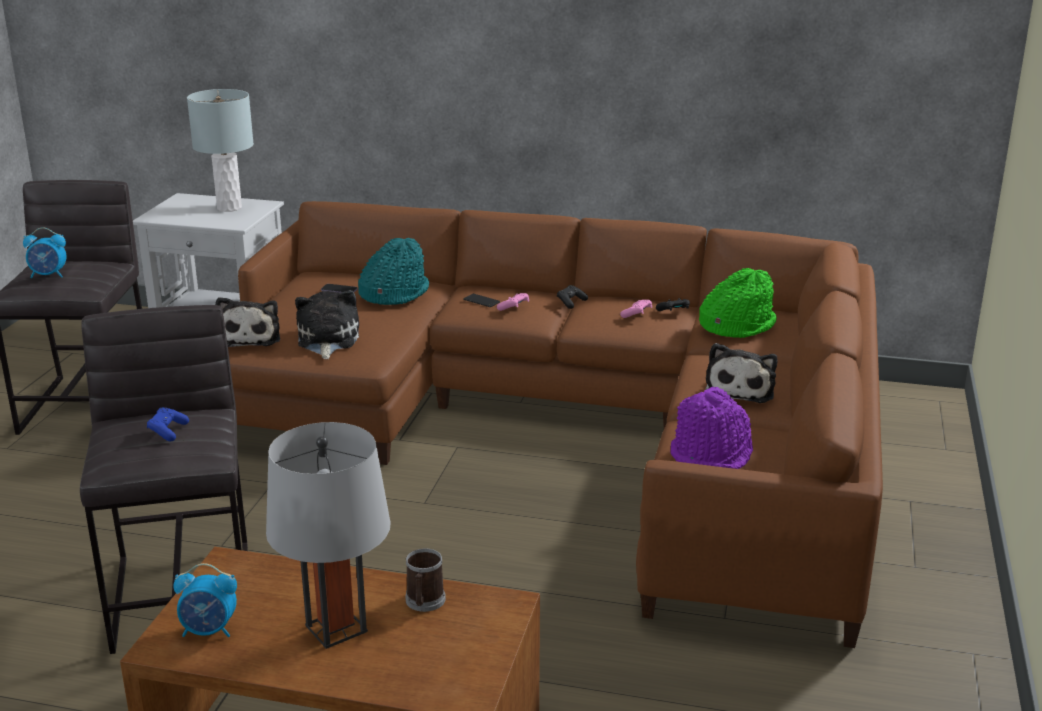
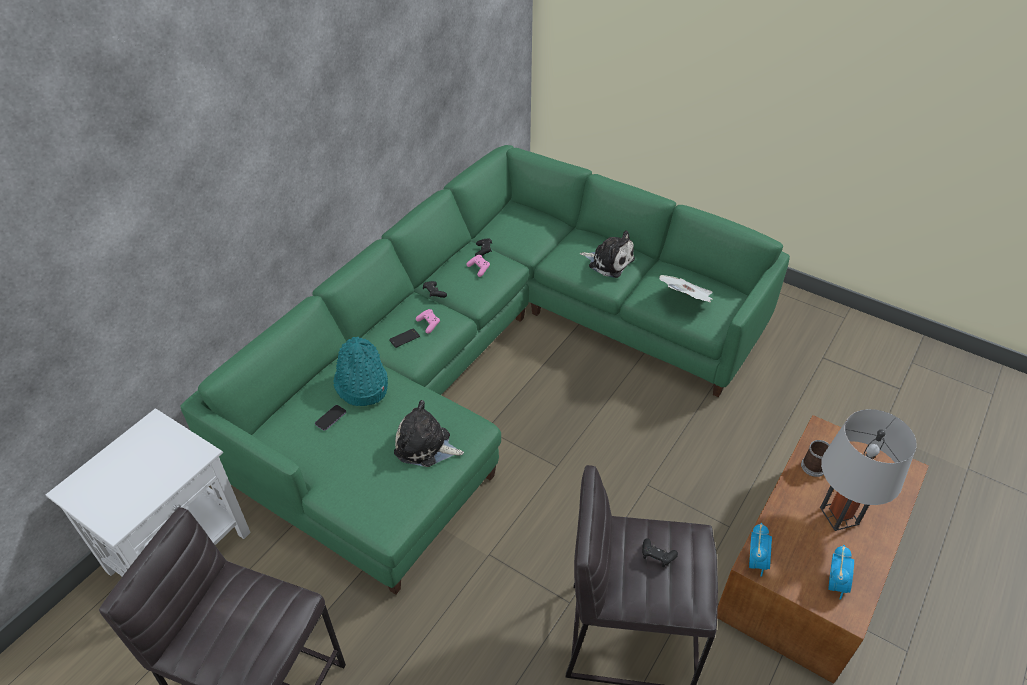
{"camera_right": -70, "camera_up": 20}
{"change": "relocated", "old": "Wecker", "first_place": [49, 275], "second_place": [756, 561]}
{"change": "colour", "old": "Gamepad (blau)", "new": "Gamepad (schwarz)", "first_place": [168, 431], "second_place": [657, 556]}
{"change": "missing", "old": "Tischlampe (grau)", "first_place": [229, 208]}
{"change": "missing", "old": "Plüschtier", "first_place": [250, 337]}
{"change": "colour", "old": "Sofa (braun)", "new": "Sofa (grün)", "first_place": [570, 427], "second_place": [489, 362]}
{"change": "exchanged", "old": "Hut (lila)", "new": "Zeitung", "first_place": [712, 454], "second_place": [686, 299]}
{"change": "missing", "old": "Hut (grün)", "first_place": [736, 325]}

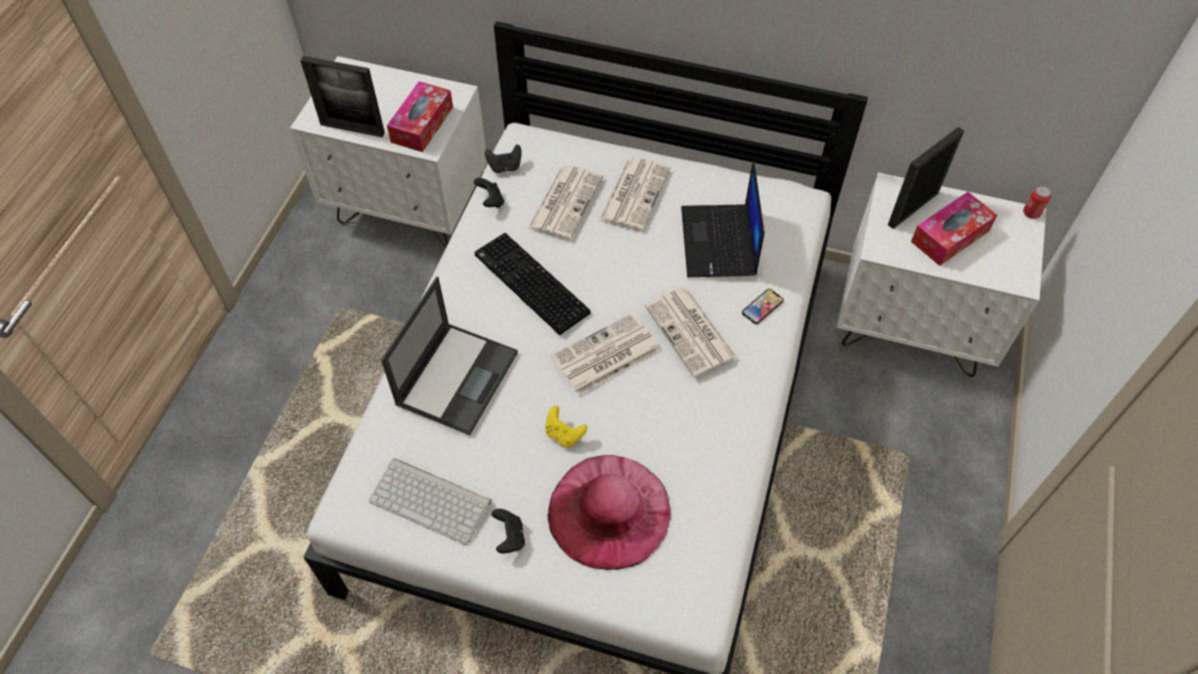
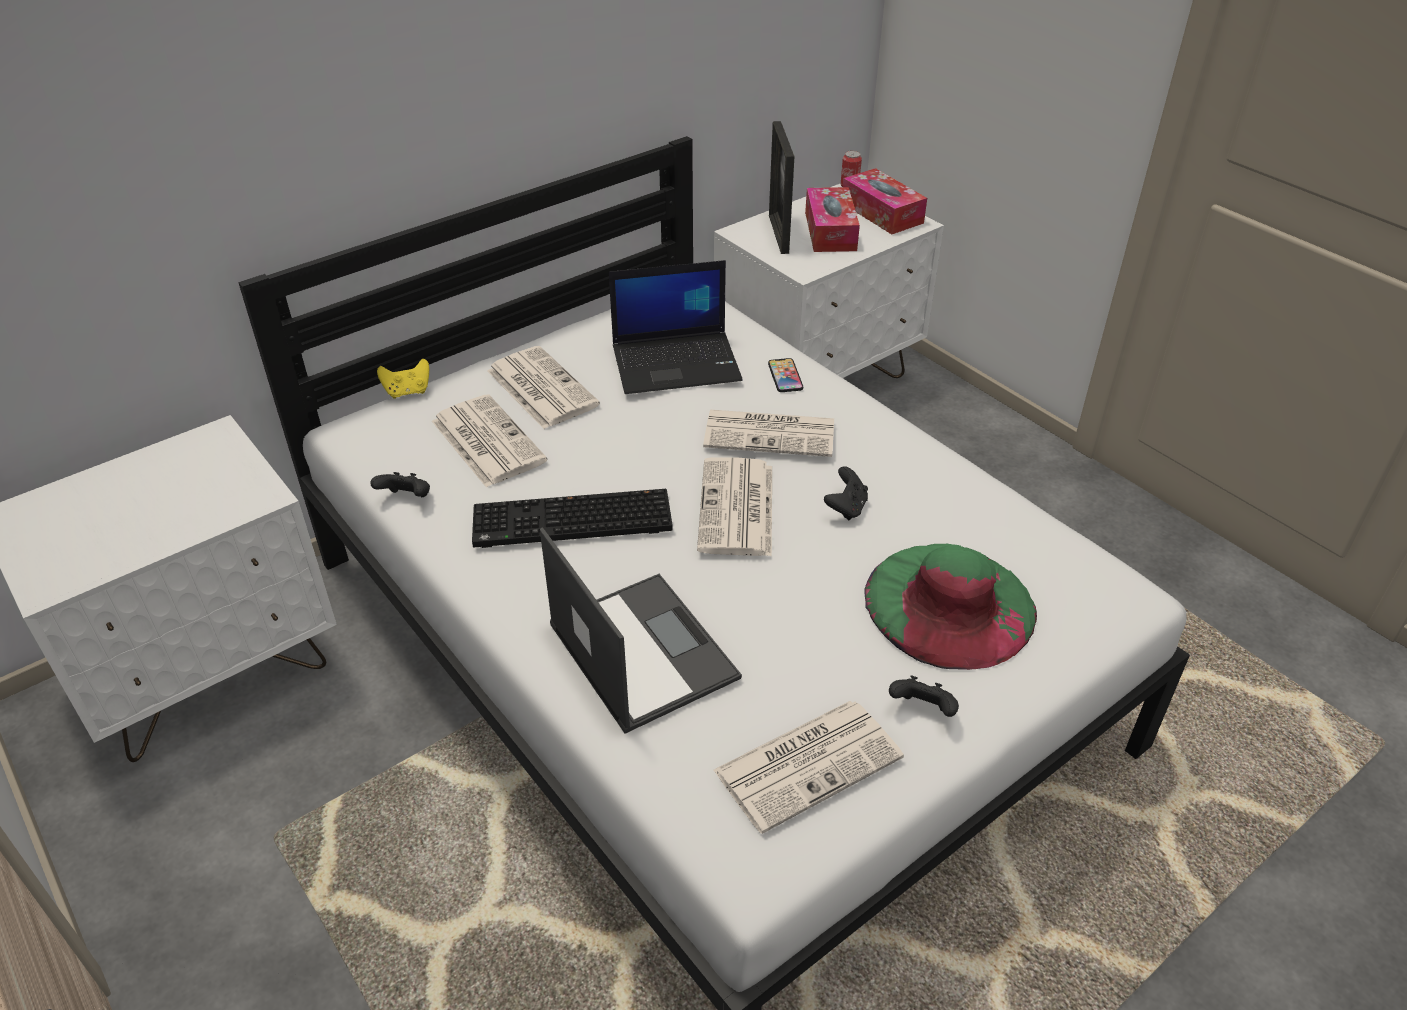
{"camera_right": -55, "camera_up": -15}
{"change": "missing", "old": "Bilderrahmen", "first_place": [352, 128]}
{"change": "exchanged", "old": "Tastatur", "new": "Zeitung", "first_place": [432, 500], "second_place": [809, 763]}
{"change": "relocated", "old": "Taschentuchbox", "first_place": [422, 124], "second_place": [882, 213]}
{"change": "relocated", "old": "Gamepad (schwarz)", "first_place": [505, 167], "second_place": [846, 508]}
{"change": "relocated", "old": "Gamepad (gelb)", "first_place": [564, 434], "second_place": [408, 392]}
{"change": "colour", "old": "Hut (rosa)", "new": "Hut (grün)", "first_place": [609, 511], "second_place": [949, 604]}
{"change": "spun", "old": "Laptop", "first_place": [719, 243], "second_place": [677, 362], "degrees": -45}

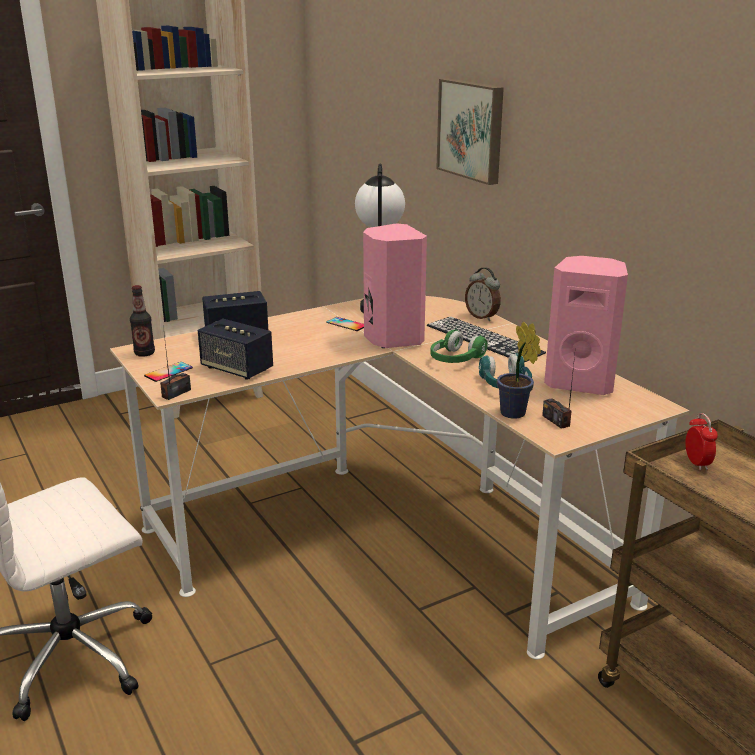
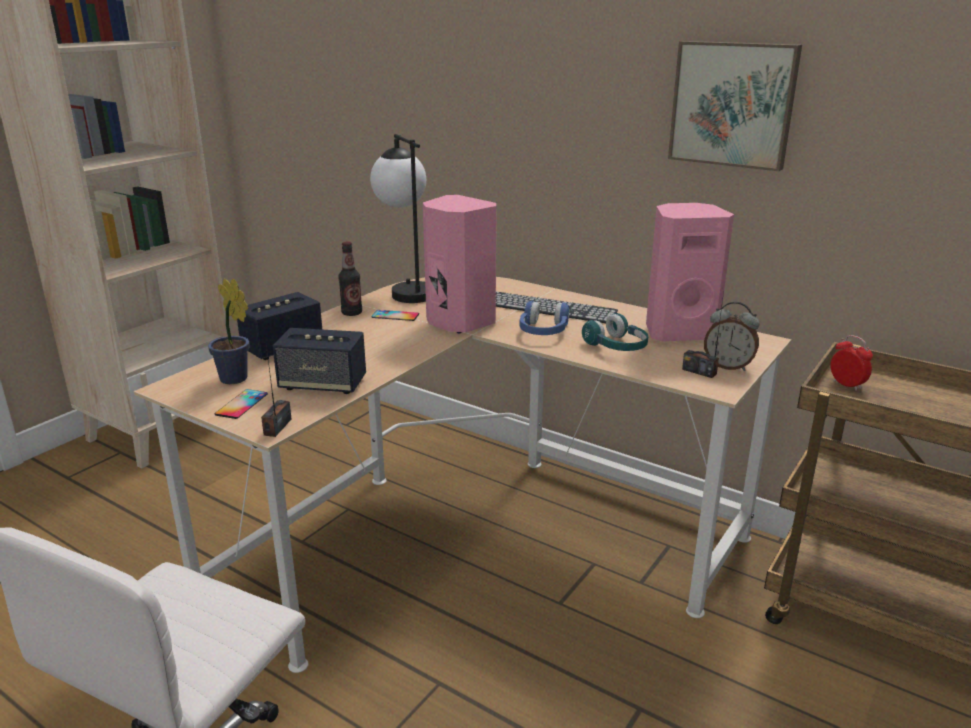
{"camera_right": -25, "camera_up": 0}
{"change": "relocated", "old": "Flasche", "first_place": [144, 353], "second_place": [352, 313]}
{"change": "colour", "old": "Kopfhörer (grün)", "new": "Kopfhörer (blau)", "first_place": [455, 359], "second_place": [543, 331]}
{"change": "relocated", "old": "Bild", "first_place": [472, 130], "second_place": [733, 104]}
{"change": "relocated", "old": "Wecker", "first_place": [482, 317], "second_place": [728, 366]}
{"change": "relocated", "old": "Topfpflanze", "first_place": [515, 414], "second_place": [236, 380]}

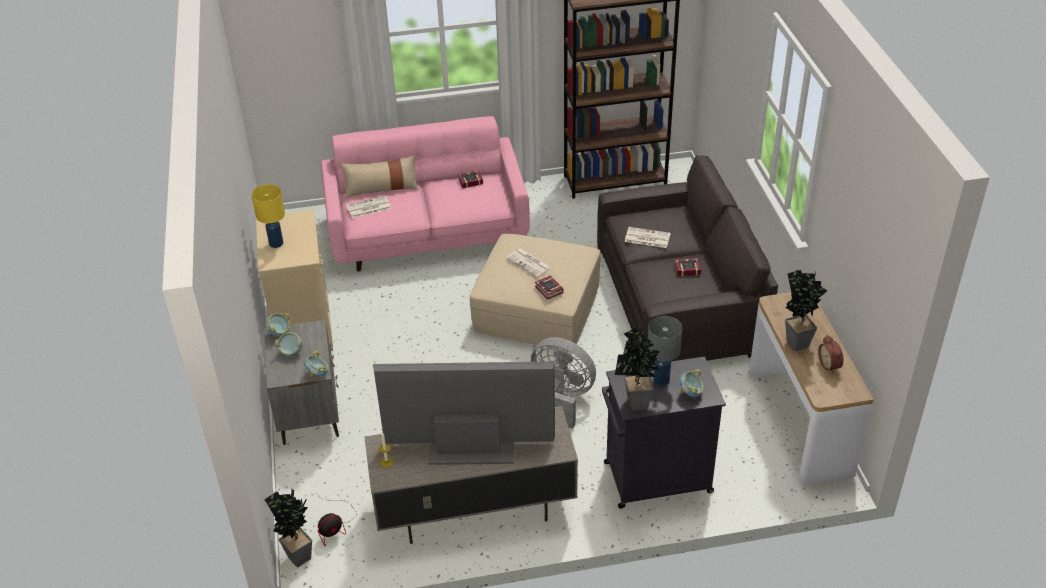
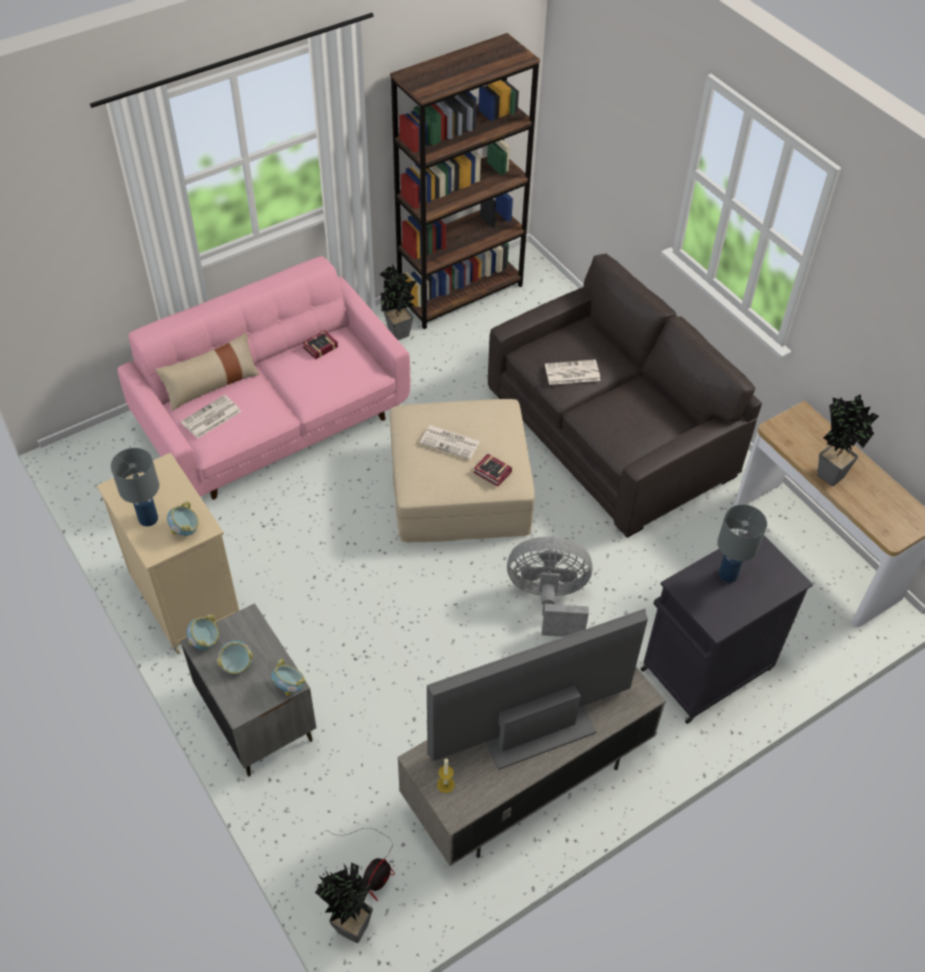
{"camera_right": -25, "camera_up": 10}
{"change": "colour", "old": "Tischlampe (gelb)", "new": "Tischlampe (grau)", "first_place": [276, 243], "second_place": [148, 518]}
{"change": "relocated", "old": "Topfpflanze", "first_place": [636, 406], "second_place": [398, 336]}
{"change": "missing", "old": "Buch", "first_place": [686, 269]}
{"change": "relocated", "old": "Schüssel", "first_place": [691, 393], "second_place": [185, 530]}
{"change": "missing", "old": "Wecker", "first_place": [830, 365]}

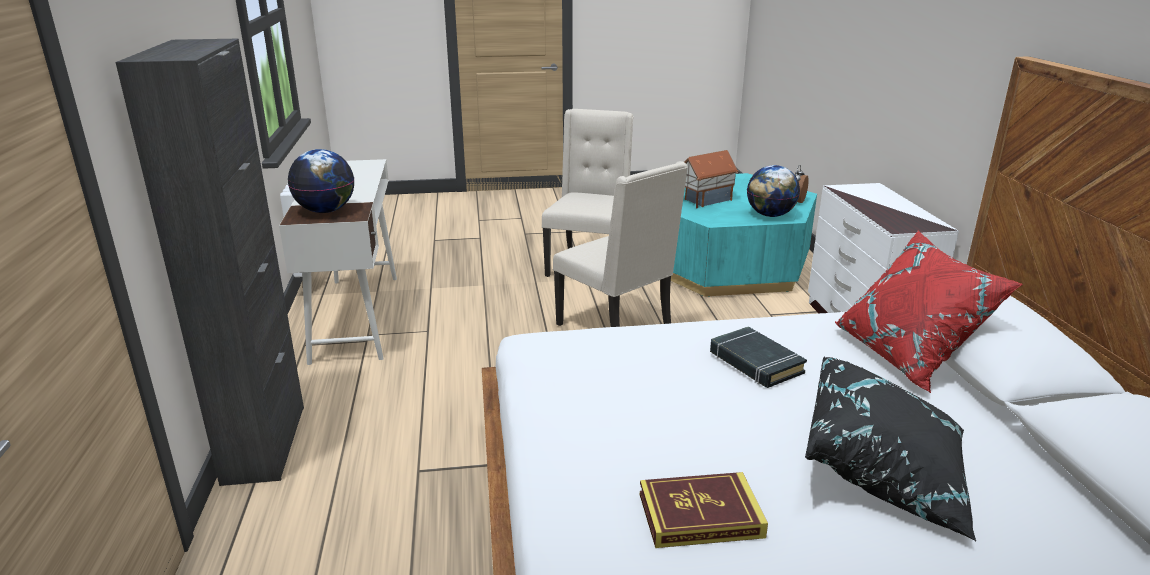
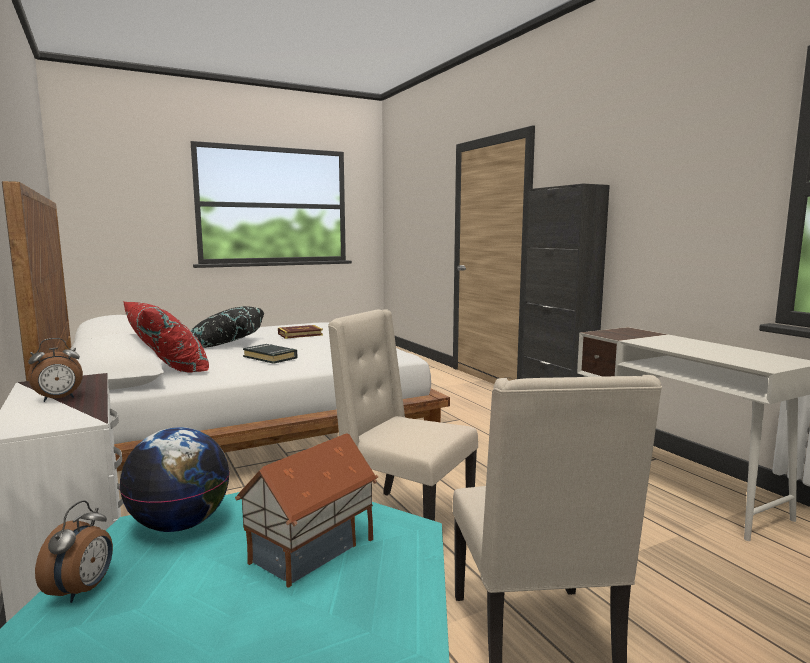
{"camera_right": 160, "camera_up": -15}
{"change": "missing", "old": "Globus", "first_place": [326, 211]}
{"change": "appeared", "new": "Wecker", "second_place": [59, 399]}

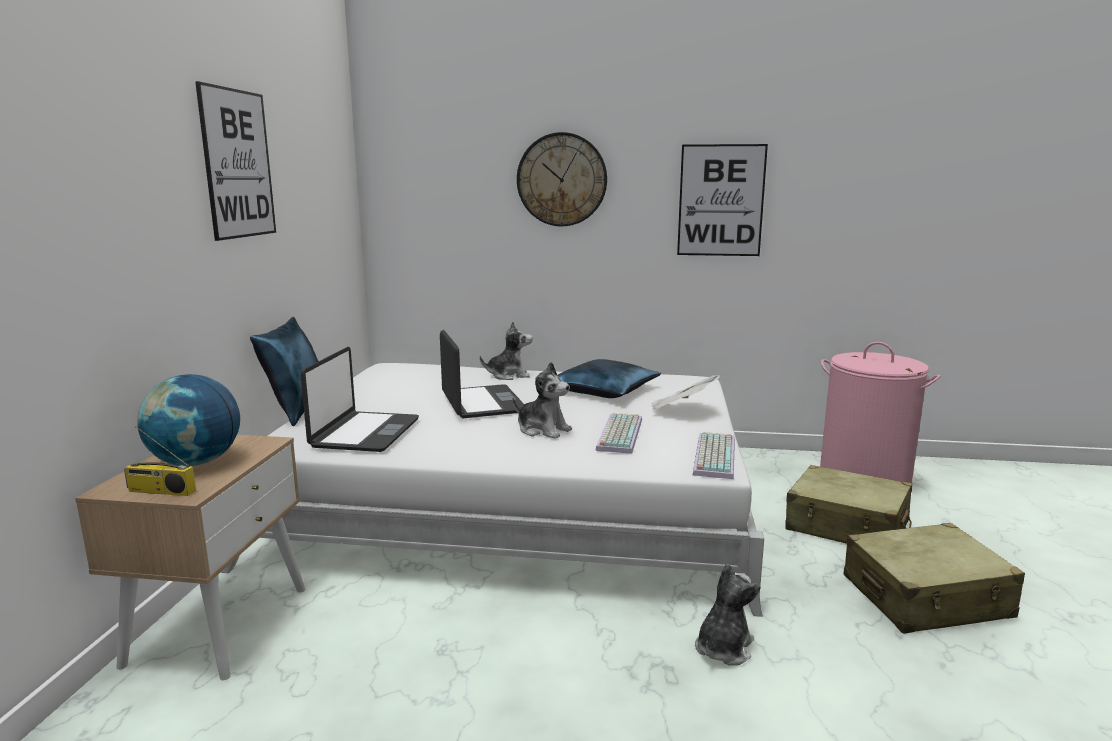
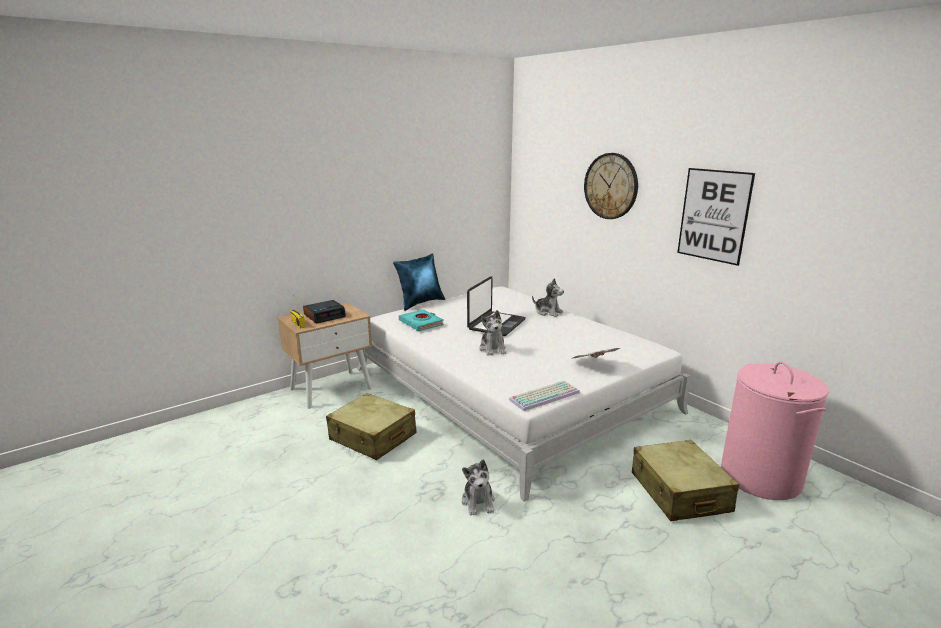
{"camera_right": 45, "camera_up": 5}
{"change": "exchanged", "old": "Globus", "new": "Wecker", "first_place": [196, 462], "second_place": [325, 316]}
{"change": "missing", "old": "Bild", "first_place": [238, 164]}
{"change": "exchanged", "old": "Laptop", "new": "Buch (türkis)", "first_place": [364, 433], "second_place": [421, 323]}
{"change": "missing", "old": "Kissen (blau)", "first_place": [605, 390]}
{"change": "missing", "old": "Tastatur", "first_place": [618, 433]}
{"change": "spun", "old": "Plüschtier", "first_place": [723, 648], "second_place": [478, 501], "degrees": 90}
{"change": "relocated", "old": "Koffer (beige)", "first_place": [926, 597], "second_place": [373, 437]}

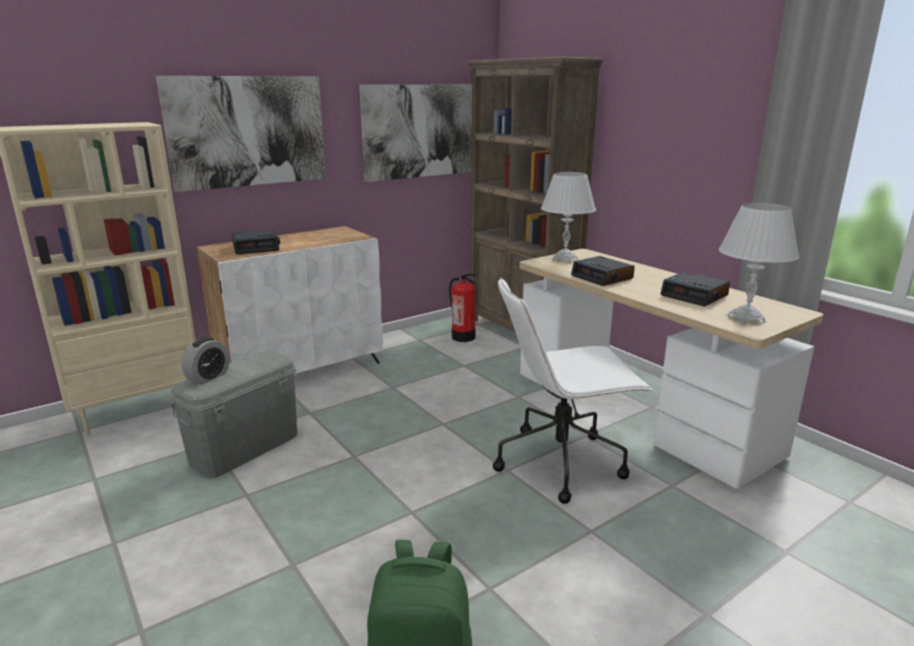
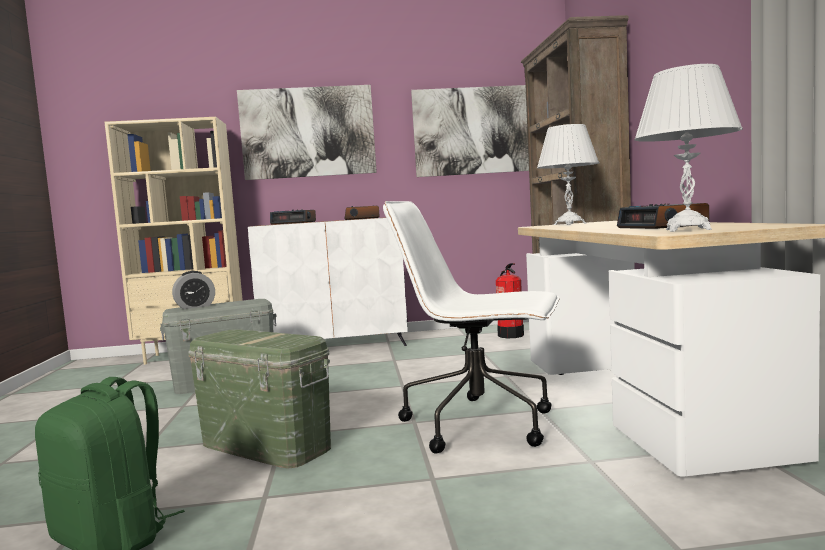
{"camera_right": 30, "camera_up": -15}
{"change": "relocated", "old": "Wecker", "first_place": [603, 277], "second_place": [362, 218]}
{"change": "appeared", "new": "Aufbewahrungsbox (grün)", "second_place": [266, 445]}

